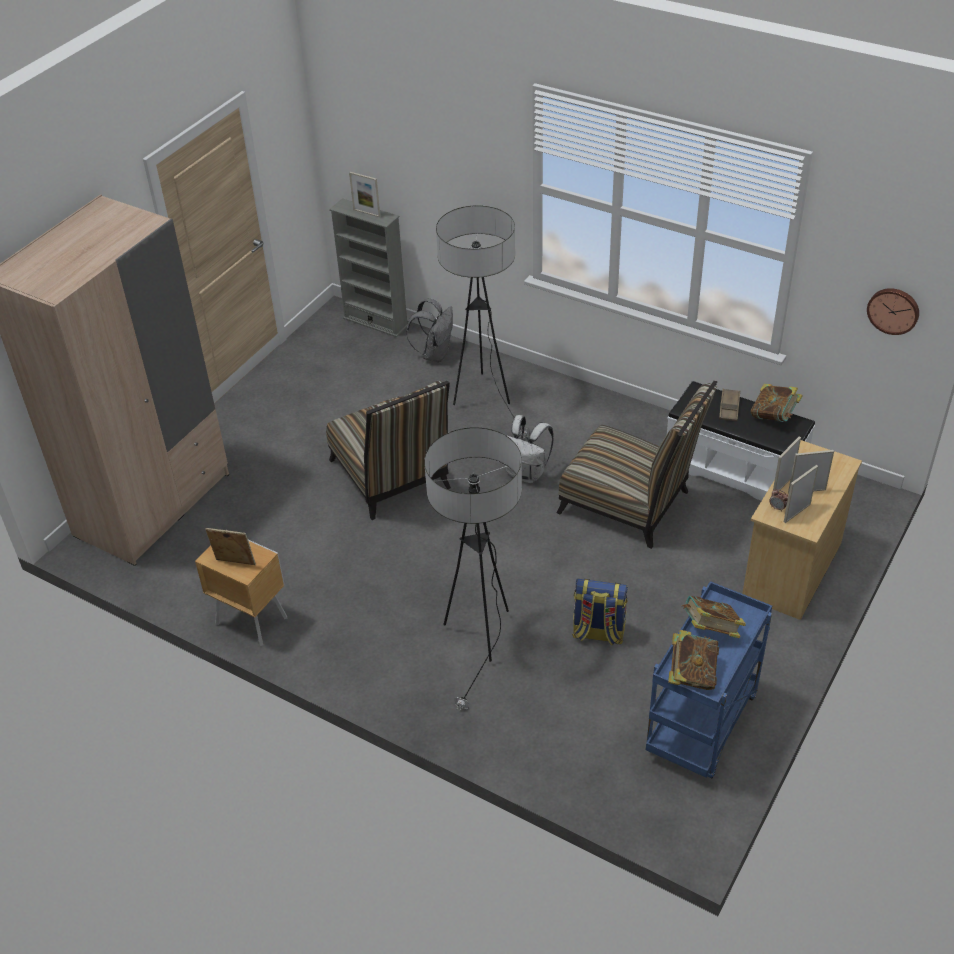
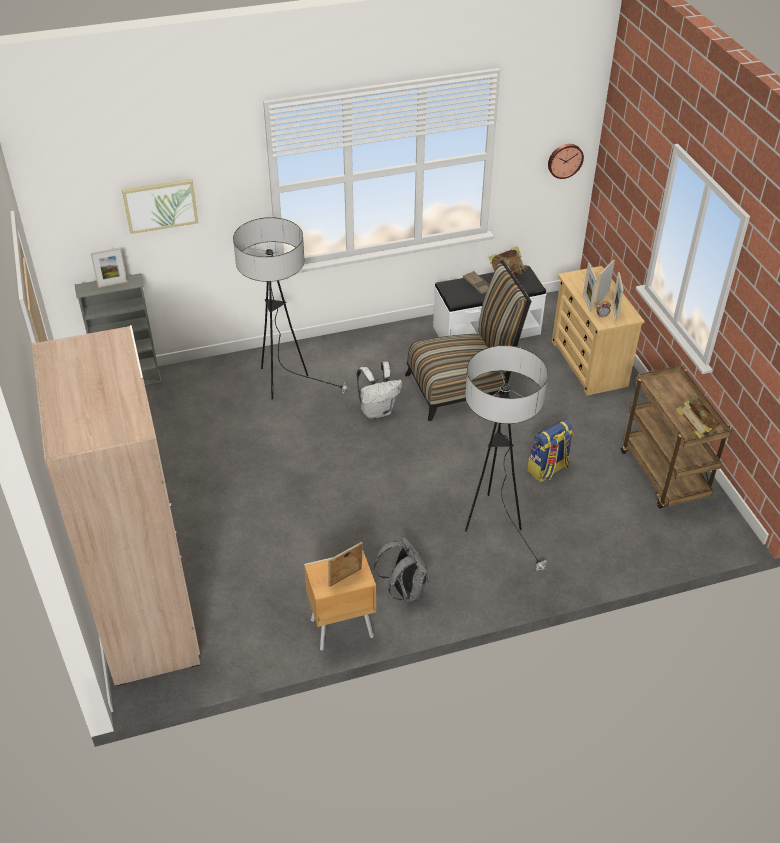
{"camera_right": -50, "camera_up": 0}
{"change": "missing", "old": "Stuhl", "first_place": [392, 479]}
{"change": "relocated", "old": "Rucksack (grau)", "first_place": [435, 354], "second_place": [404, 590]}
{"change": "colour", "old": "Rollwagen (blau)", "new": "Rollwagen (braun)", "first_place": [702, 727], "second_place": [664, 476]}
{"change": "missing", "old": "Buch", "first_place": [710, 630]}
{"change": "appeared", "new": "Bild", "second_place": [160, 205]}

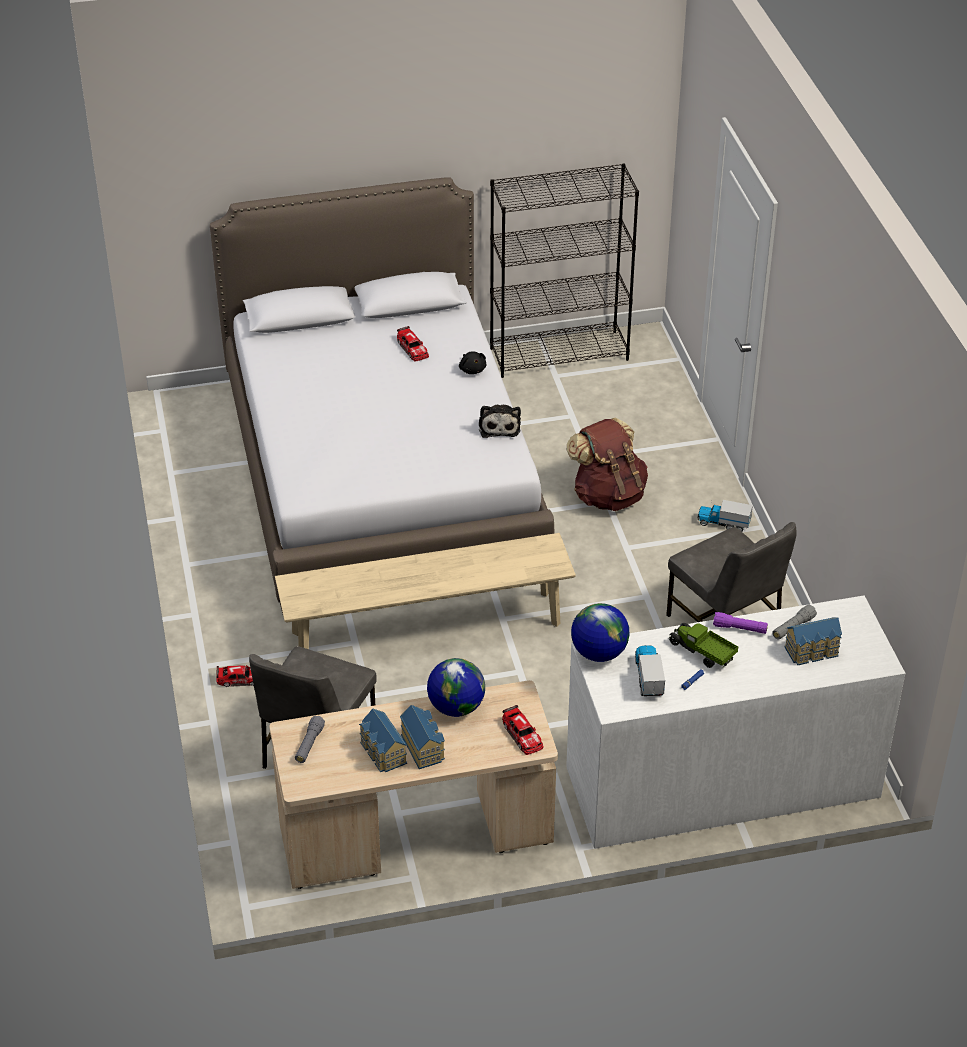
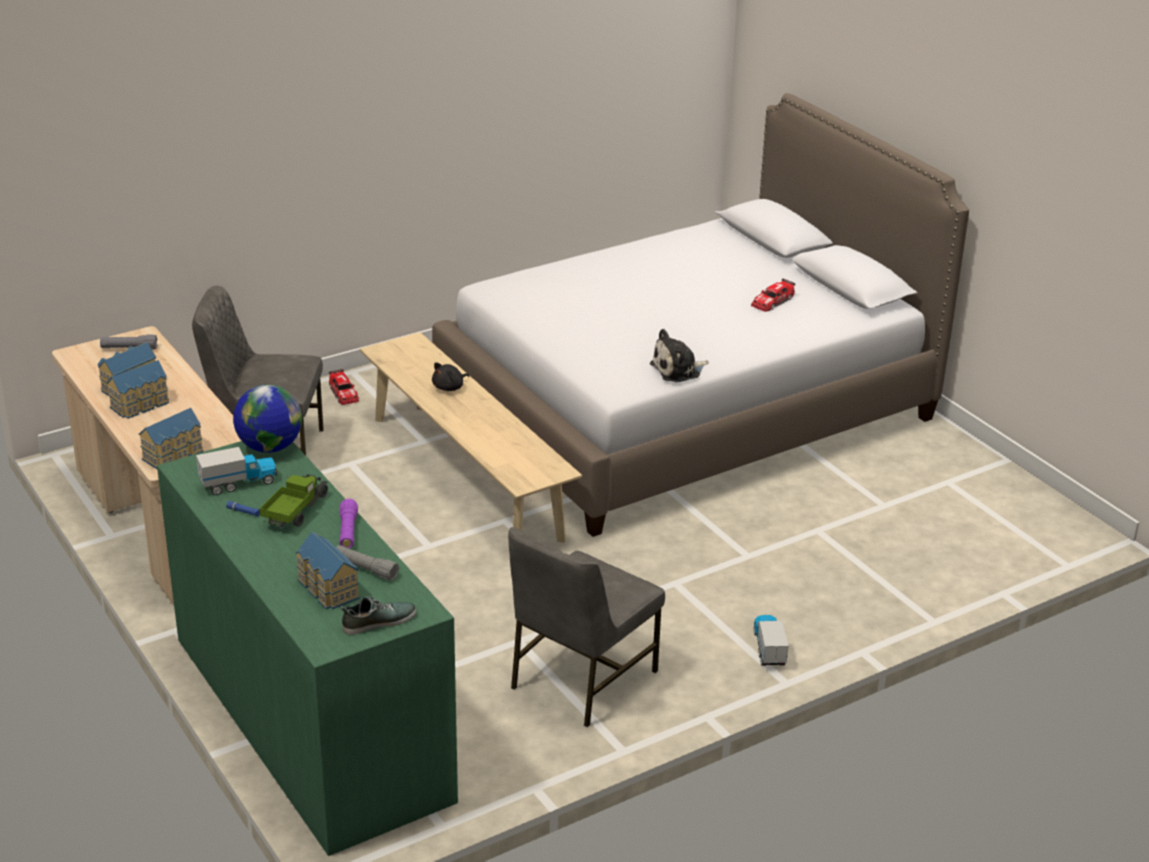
{"camera_right": 70, "camera_up": -10}
{"change": "missing", "old": "Globus", "first_place": [456, 707]}
{"change": "relocated", "old": "Plüschtier (schwarz)", "first_place": [472, 369], "second_place": [449, 387]}
{"change": "missing", "old": "Bücherregal (schwarz)", "first_place": [560, 353]}
{"change": "exchanged", "old": "Spielzeugauto", "new": "Spielzeughaus", "first_place": [522, 735], "second_place": [175, 455]}
{"change": "colour", "old": "Kommode (weiß)", "new": "Kommode (grün)", "first_place": [722, 782], "second_place": [310, 717]}
{"change": "missing", "old": "Rucksack (braun)", "first_place": [608, 495]}
{"change": "appeared", "new": "Schuh", "second_place": [378, 621]}

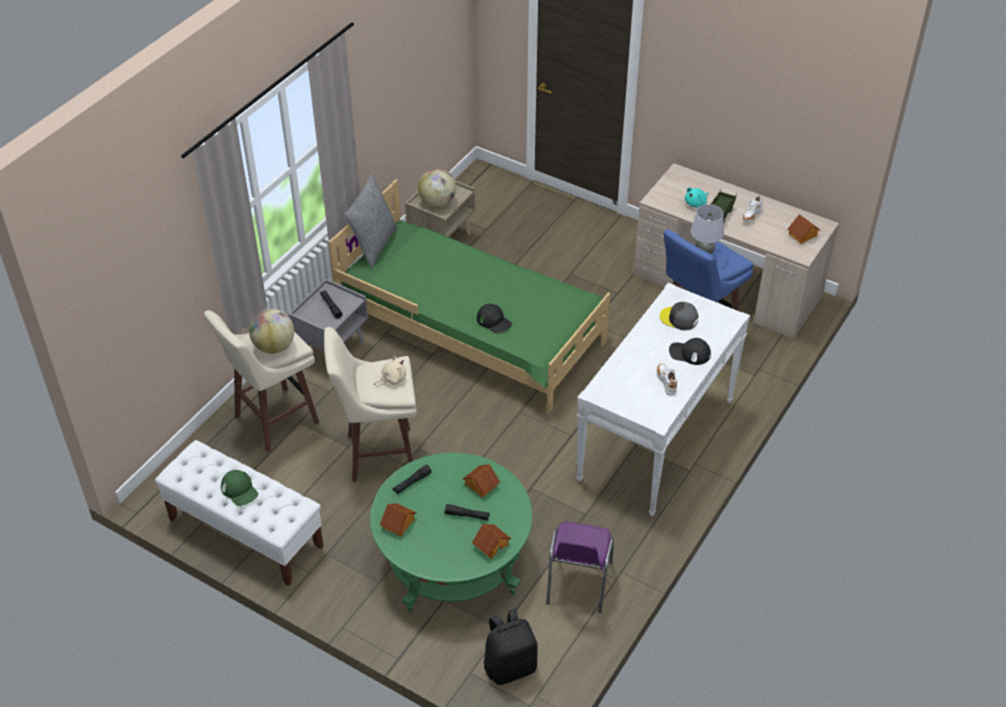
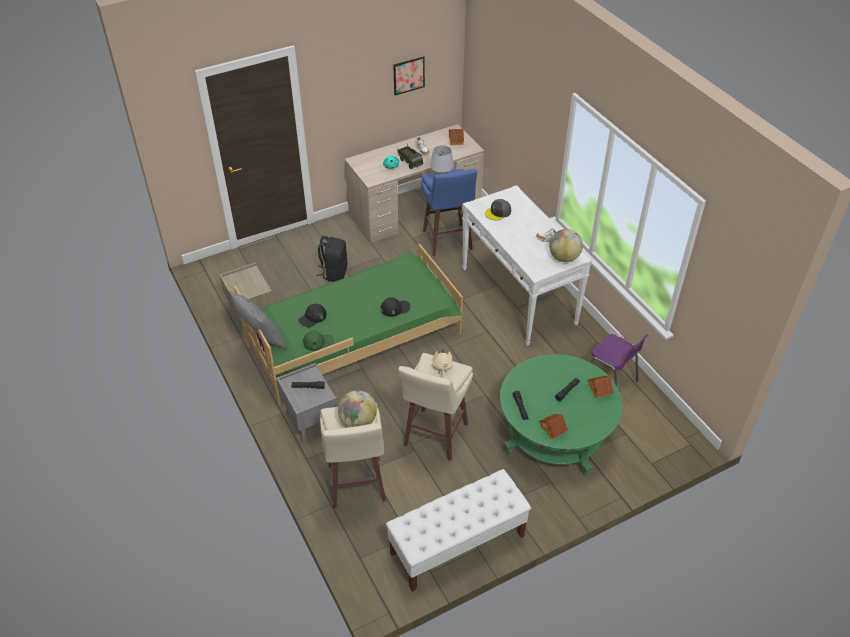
{"camera_right": -60, "camera_up": 0}
{"change": "relocated", "old": "Kappe (grün)", "first_place": [239, 490], "second_place": [318, 342]}
{"change": "relocated", "old": "Globus", "first_place": [437, 202], "second_place": [564, 257]}
{"change": "missing", "old": "Spielzeughaus", "first_place": [481, 485]}
{"change": "relocated", "old": "Rucksack (schwarz)", "first_place": [510, 666], "second_place": [334, 273]}
{"change": "relocated", "old": "Kappe (schwarz)", "first_place": [689, 353], "second_place": [312, 317]}
{"change": "appeared", "new": "Bild", "second_place": [408, 75]}

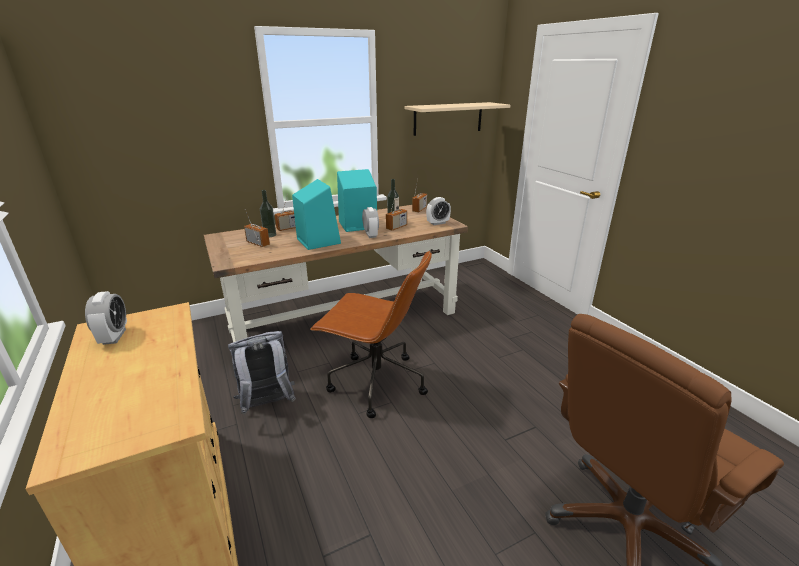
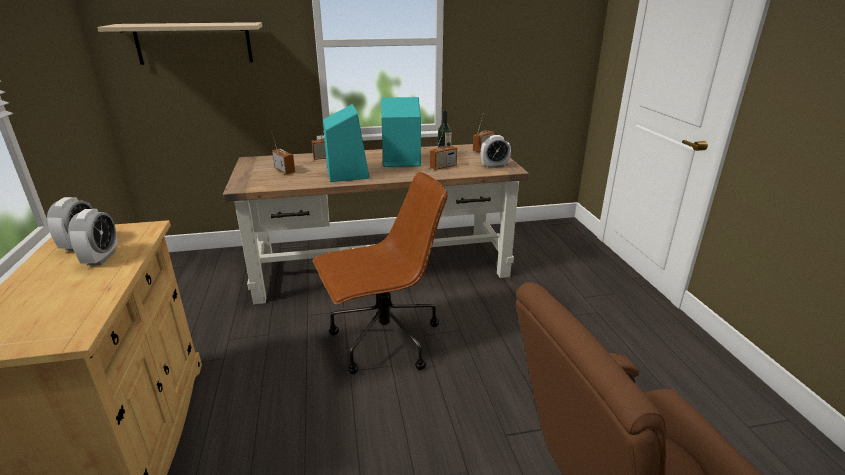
{"camera_right": 15, "camera_up": 0}
{"change": "missing", "old": "Rucksack (grau)", "first_place": [267, 404]}
{"change": "missing", "old": "Flasche", "first_place": [270, 235]}
{"change": "spun", "old": "Bürostuhl (braun)", "first_place": [375, 382], "second_place": [383, 341], "degrees": -60}
{"change": "relocated", "old": "Wecker", "first_place": [371, 235], "second_place": [101, 258]}
{"change": "relocated", "old": "Wandregal (beige)", "first_place": [448, 118], "second_place": [194, 43]}

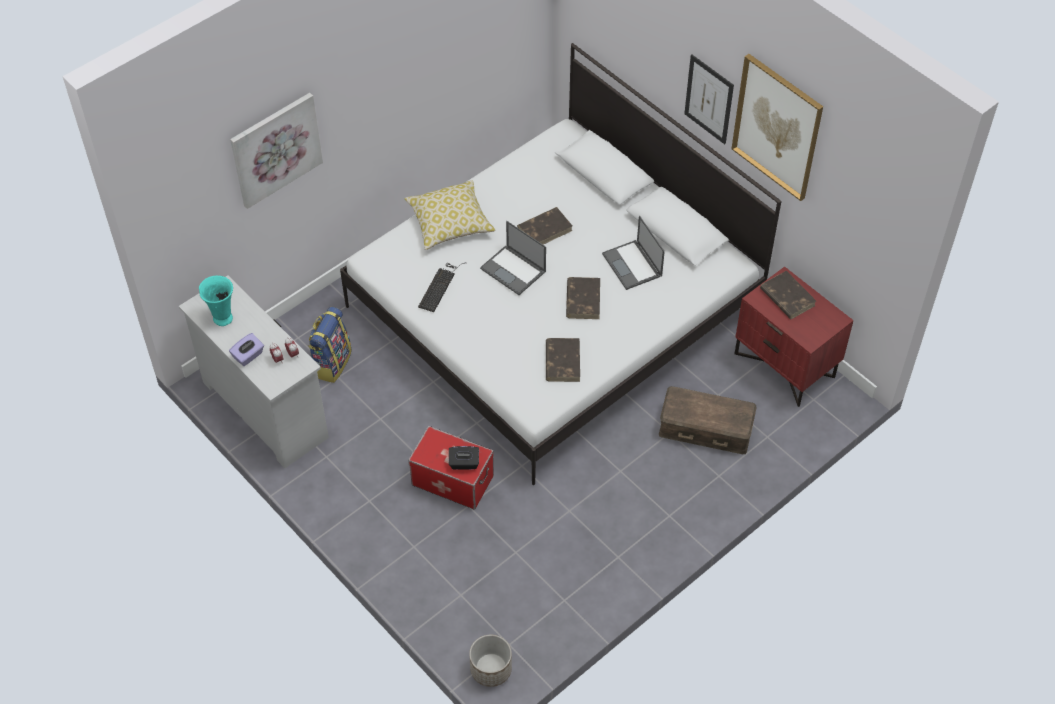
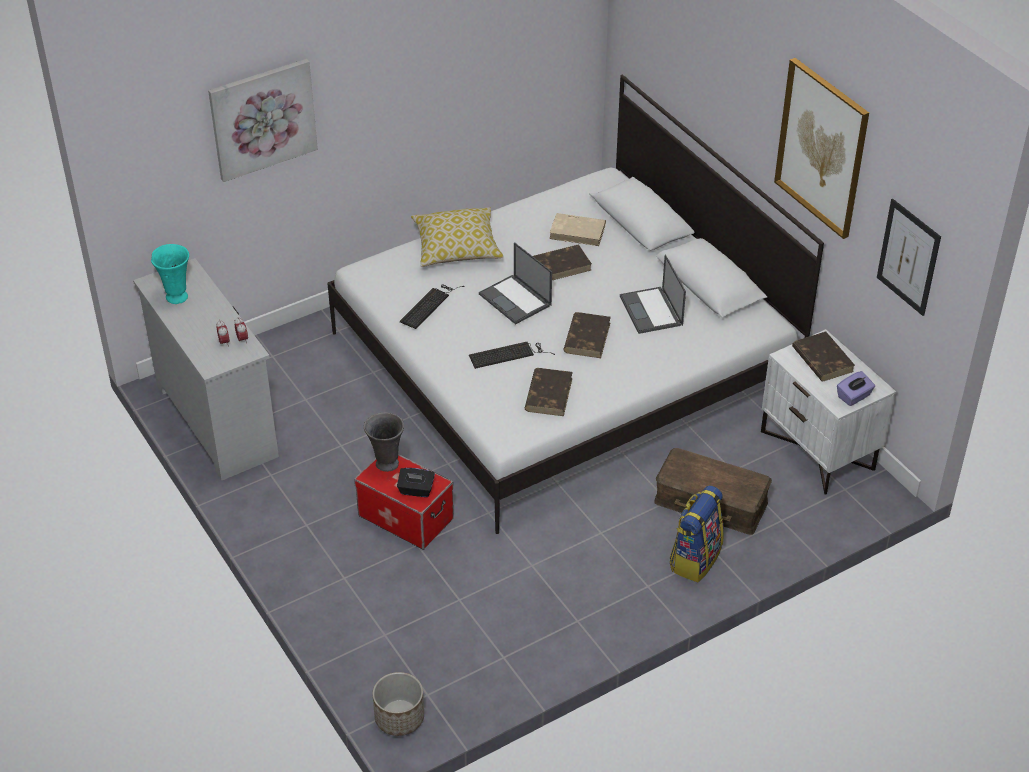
{"camera_right": 10, "camera_up": -10}
{"change": "relocated", "old": "Taschentuchbox (lila)", "first_place": [248, 356], "second_place": [854, 397]}
{"change": "relocated", "old": "Rucksack", "first_place": [331, 363], "second_place": [695, 558]}
{"change": "relocated", "old": "Bild", "first_place": [709, 99], "second_place": [908, 257]}
{"change": "colour", "old": "Nachttisch (rot)", "new": "Nachttisch (weiß)", "first_place": [785, 365], "second_place": [818, 450]}
{"change": "appeared", "new": "Vase (grau)", "second_place": [386, 464]}
{"change": "appeared", "new": "Tastatur", "second_place": [509, 354]}
{"change": "appeared", "new": "Buch (beige)", "second_place": [578, 232]}

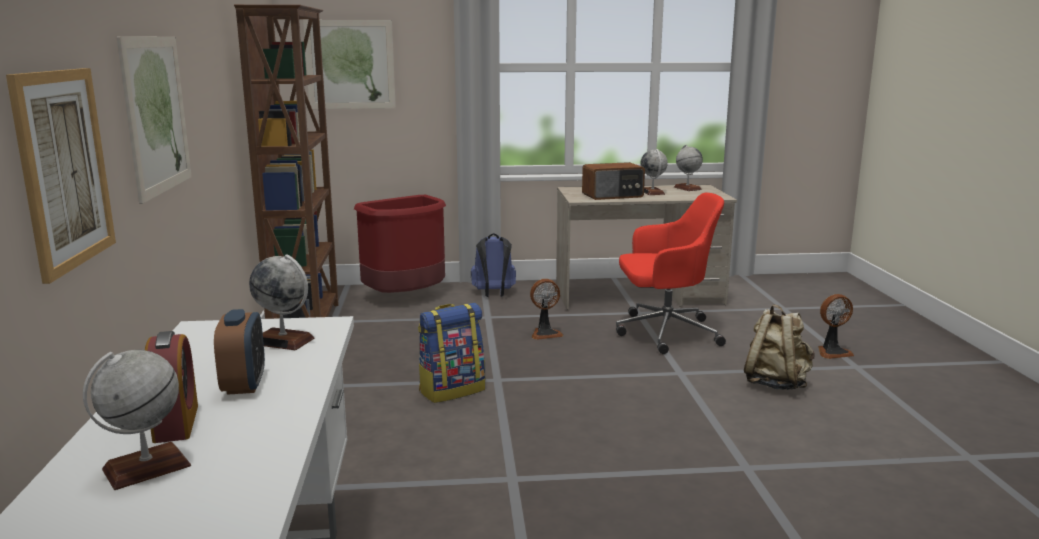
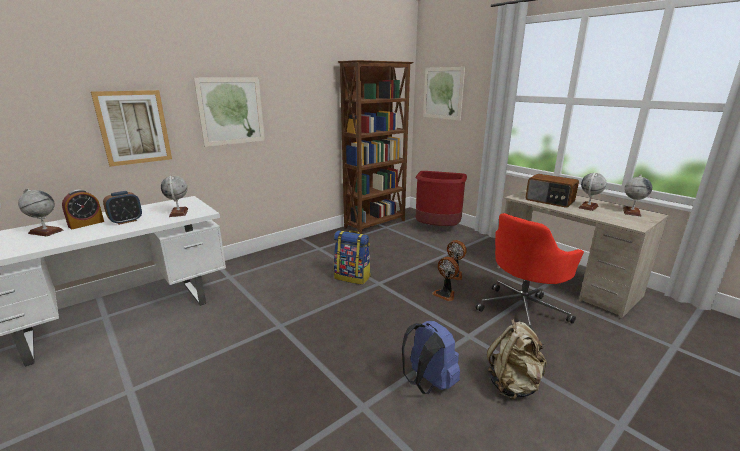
{"camera_right": 55, "camera_up": 5}
{"change": "relocated", "old": "Rucksack (blau)", "first_place": [493, 294], "second_place": [428, 383]}
{"change": "spun", "old": "Bürostuhl (rot)", "first_place": [664, 332], "second_place": [523, 310], "degrees": 90}
{"change": "relocated", "old": "Ventilator", "first_place": [832, 352], "second_place": [445, 294]}

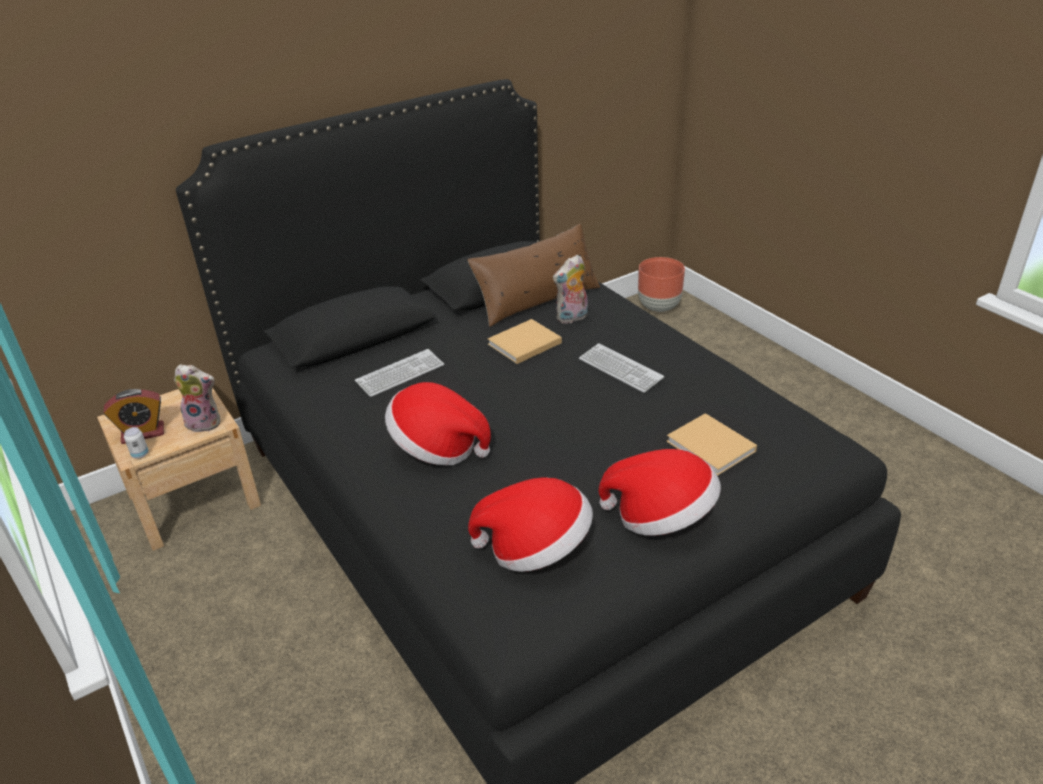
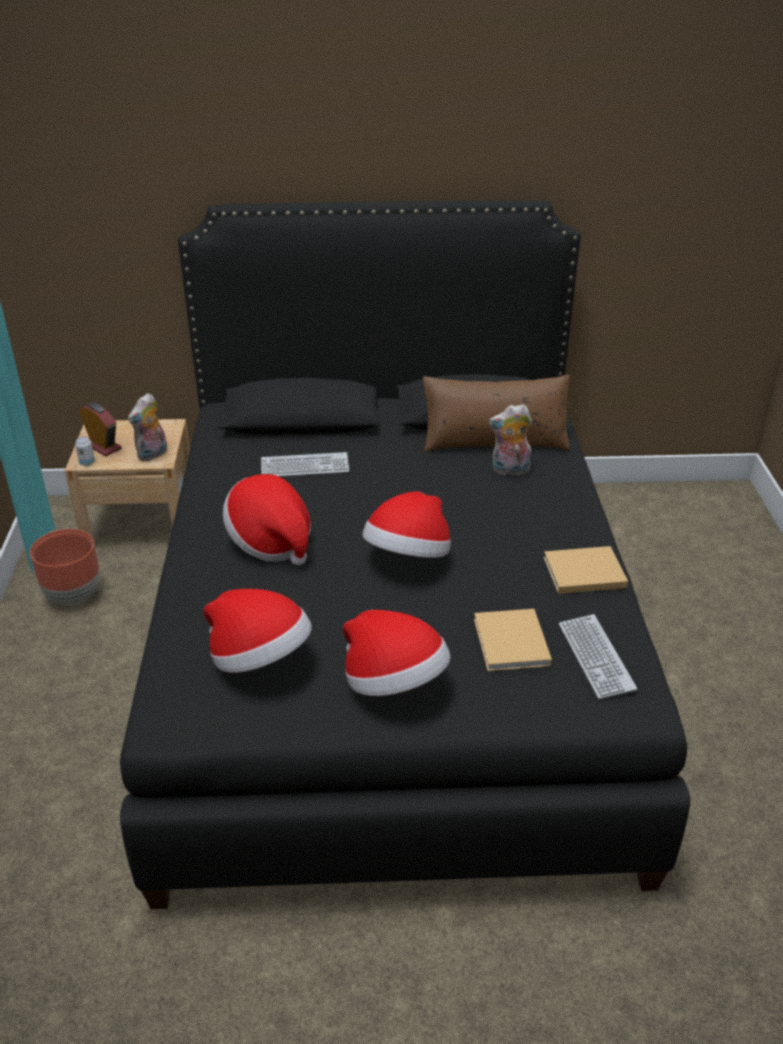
{"camera_right": 30, "camera_up": 0}
{"change": "spun", "old": "Wecker", "first_place": [143, 433], "second_place": [103, 446], "degrees": -150}
{"change": "spun", "old": "Plüschtier", "first_place": [205, 422], "second_place": [153, 455], "degrees": 90}
{"change": "relocated", "old": "Buch (beige)", "first_place": [523, 344], "second_place": [582, 572]}
{"change": "relocated", "old": "Tastatur", "first_place": [620, 369], "second_place": [595, 657]}
{"change": "relocated", "old": "Pflanzkübel (braun)", "first_place": [658, 307], "second_place": [74, 595]}
{"change": "appeared", "new": "Hut", "second_place": [408, 557]}

